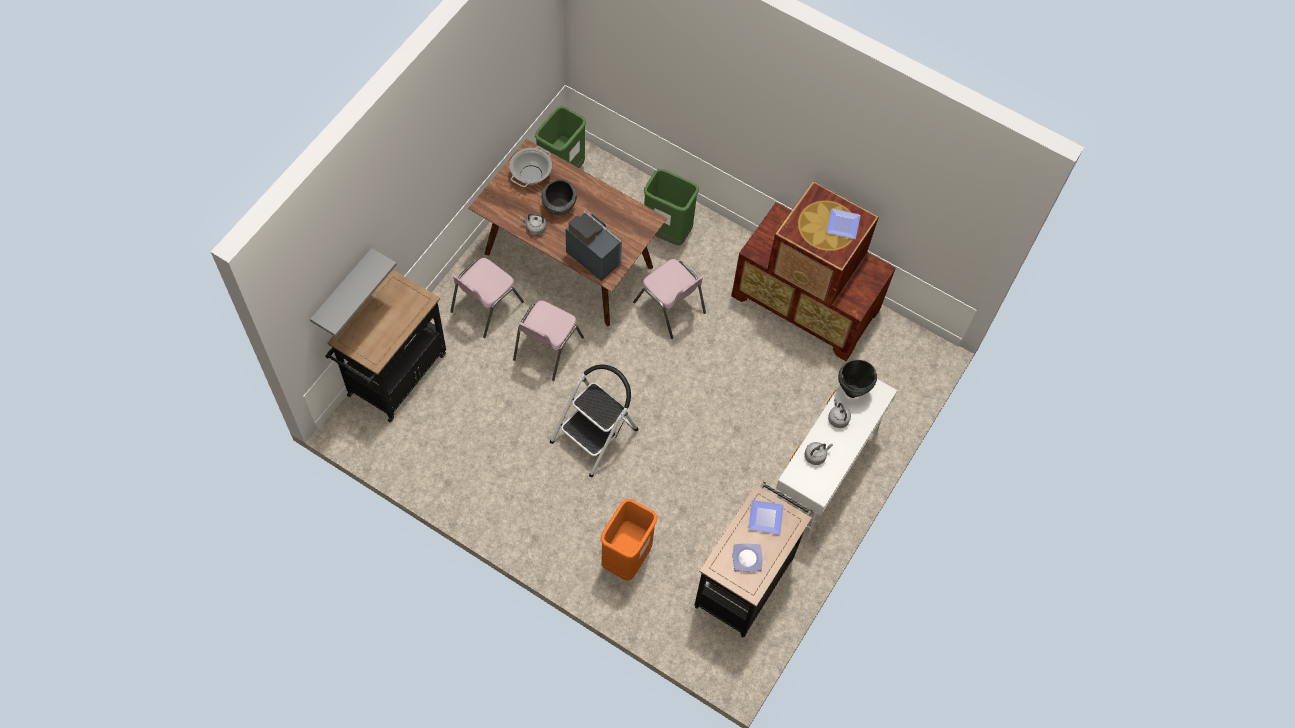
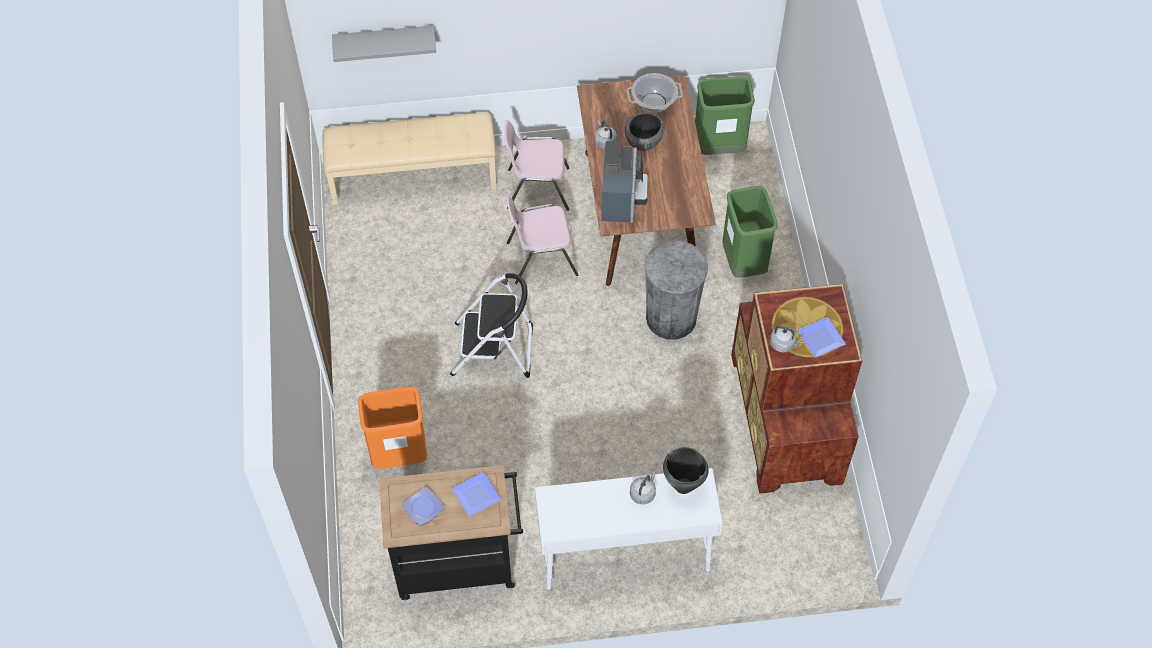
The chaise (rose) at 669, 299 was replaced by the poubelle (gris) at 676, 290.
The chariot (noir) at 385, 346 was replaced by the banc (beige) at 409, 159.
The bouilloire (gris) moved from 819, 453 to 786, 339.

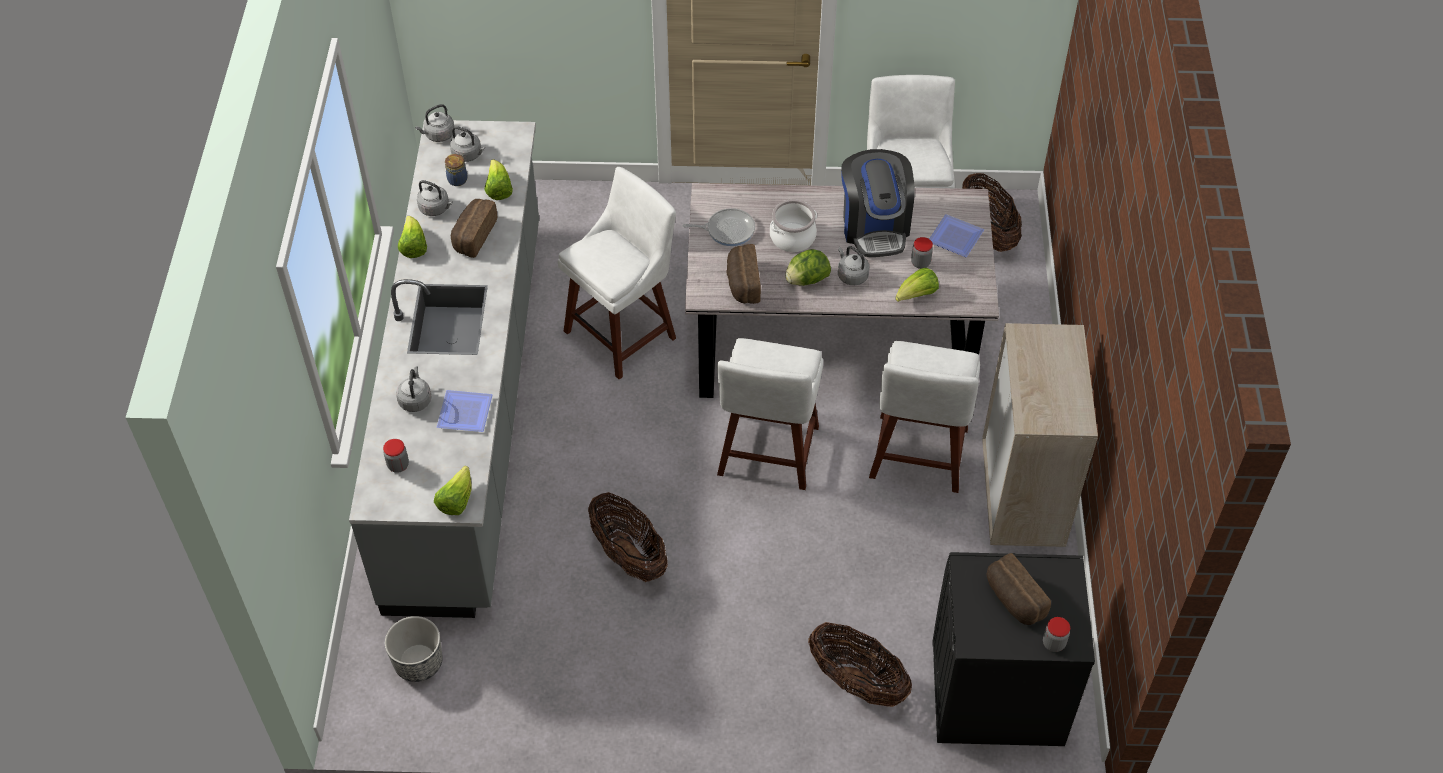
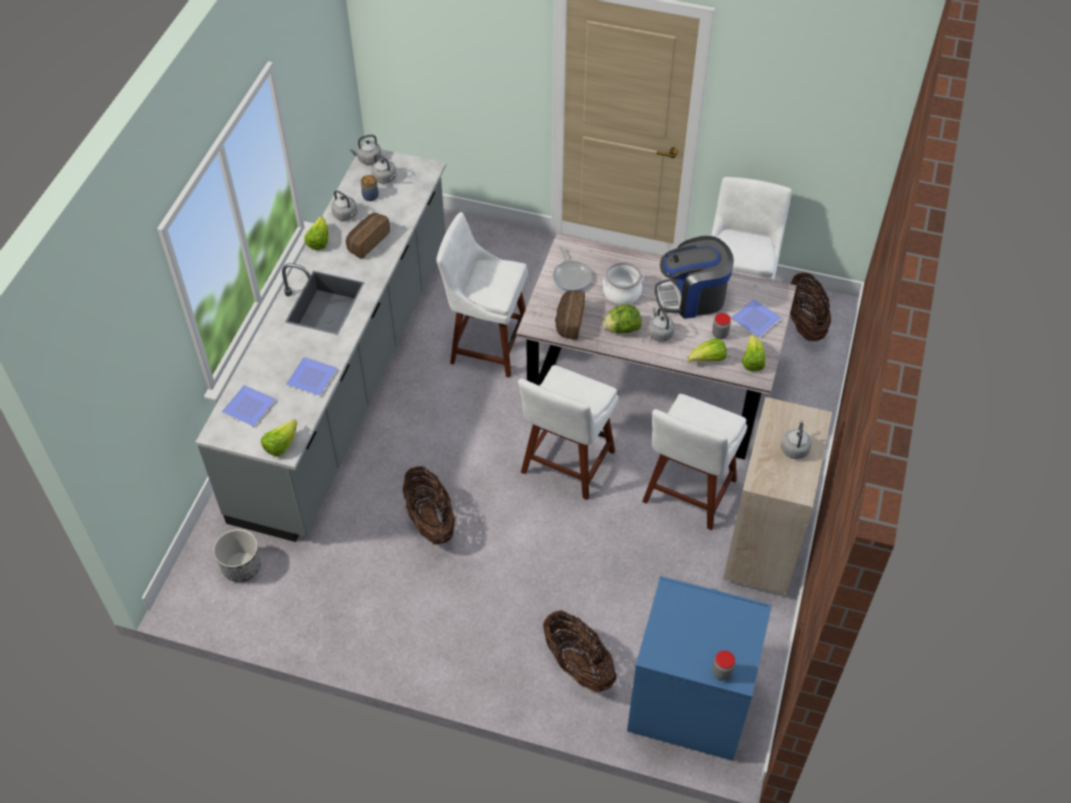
The machine à café at 878, 203 turned 75 degrees clockwise.
The laitue moved from 498, 179 to 754, 353.
The chaise (blanc) at 617, 273 turned 135 degrees counterclockwise.
The poêle at 718, 227 turned 60 degrees clockwise.
The bouilloire (gris) moved from 414, 389 to 796, 439.
The bocal at 396, 456 was replaced by the assiette at 249, 405.
The lave-linge (noir) at 1013, 649 became the lave-linge (bleu) at 699, 668.
The pain at 1019, 589 disappeared.

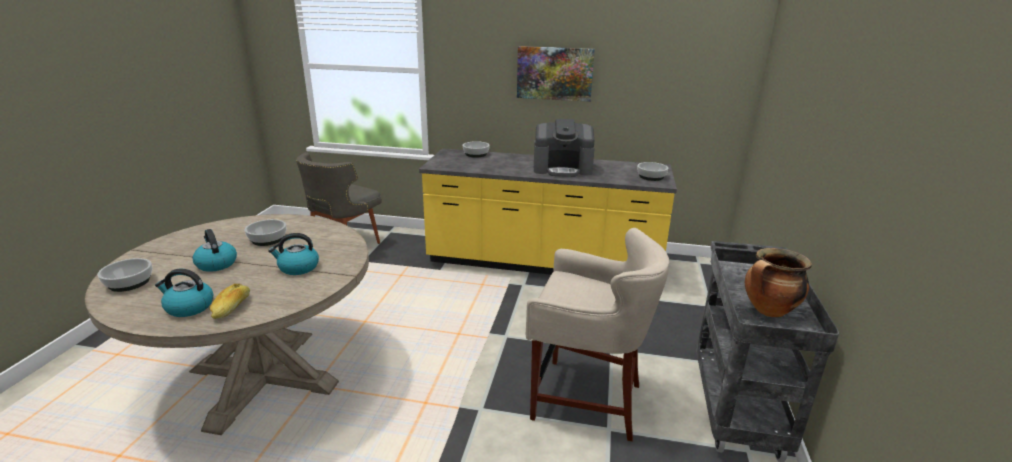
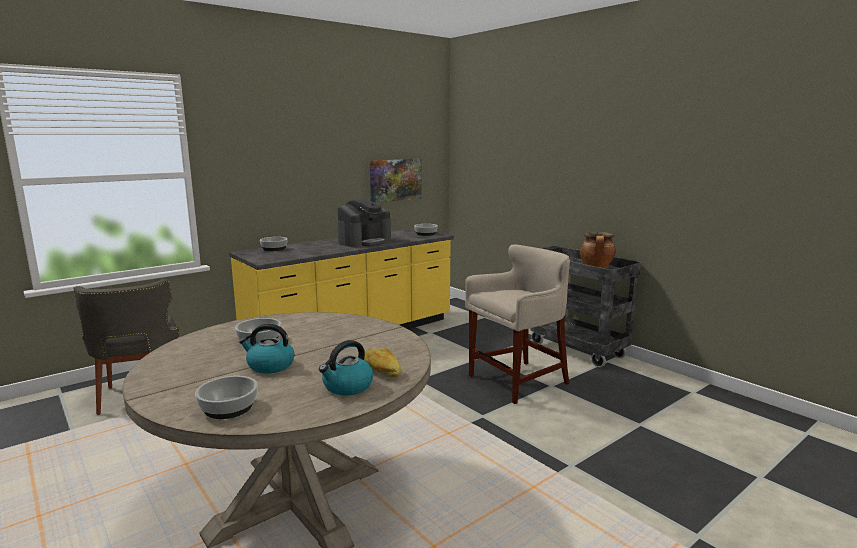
The tableau moved from 556, 74 to 396, 180.
The bouilloire at 293, 254 disappeared.

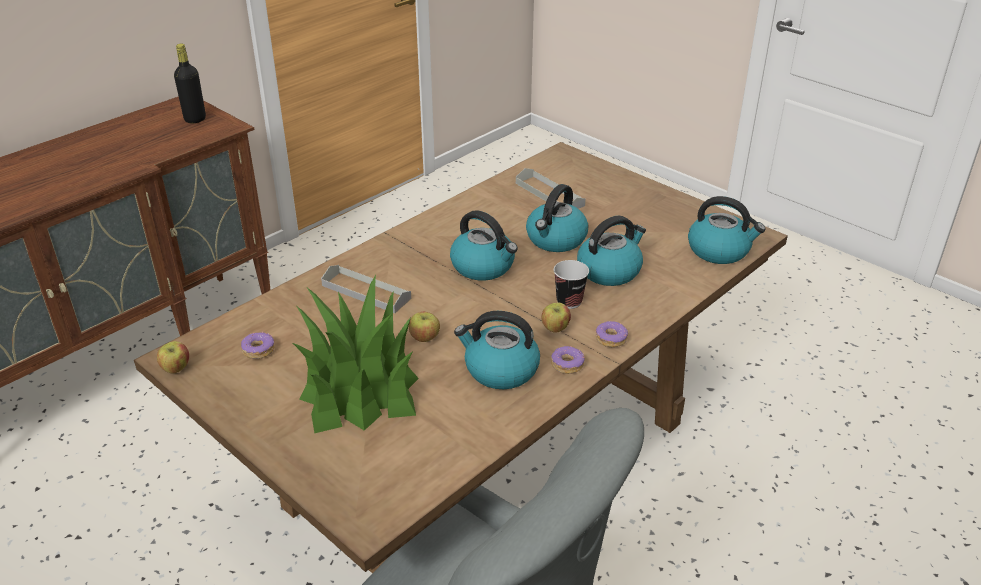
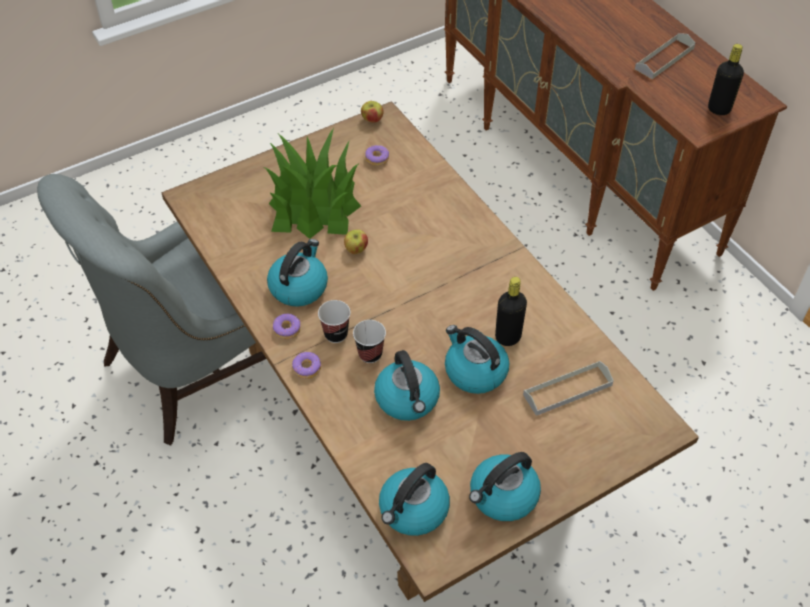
The bouilloire moved from 484, 245 to 505, 486.
The plateau (gris) moved from 366, 289 to 665, 56.
The pomme at 556, 318 was replaced by the tasse at 334, 321.
The bouteille (noir) at 511, 311 appeared.

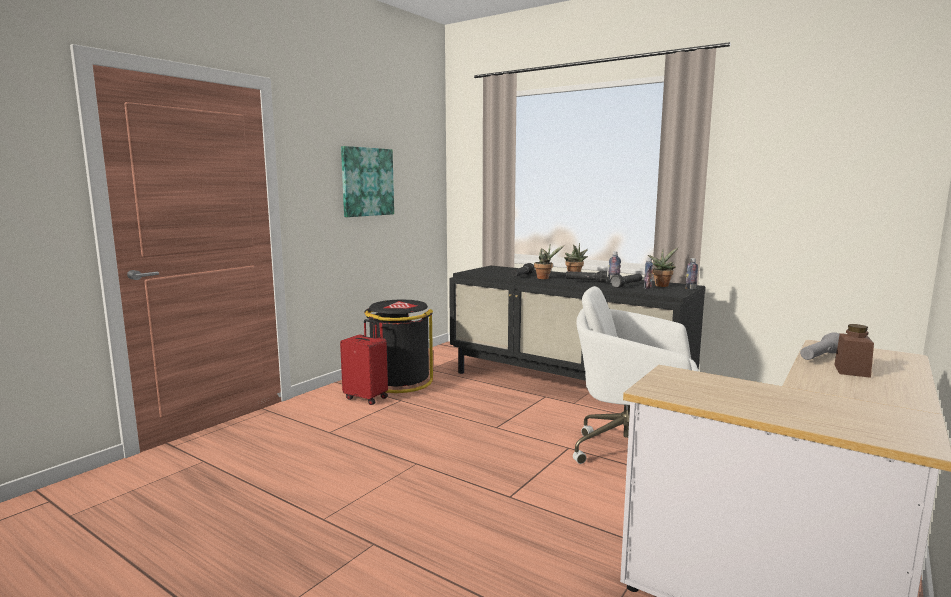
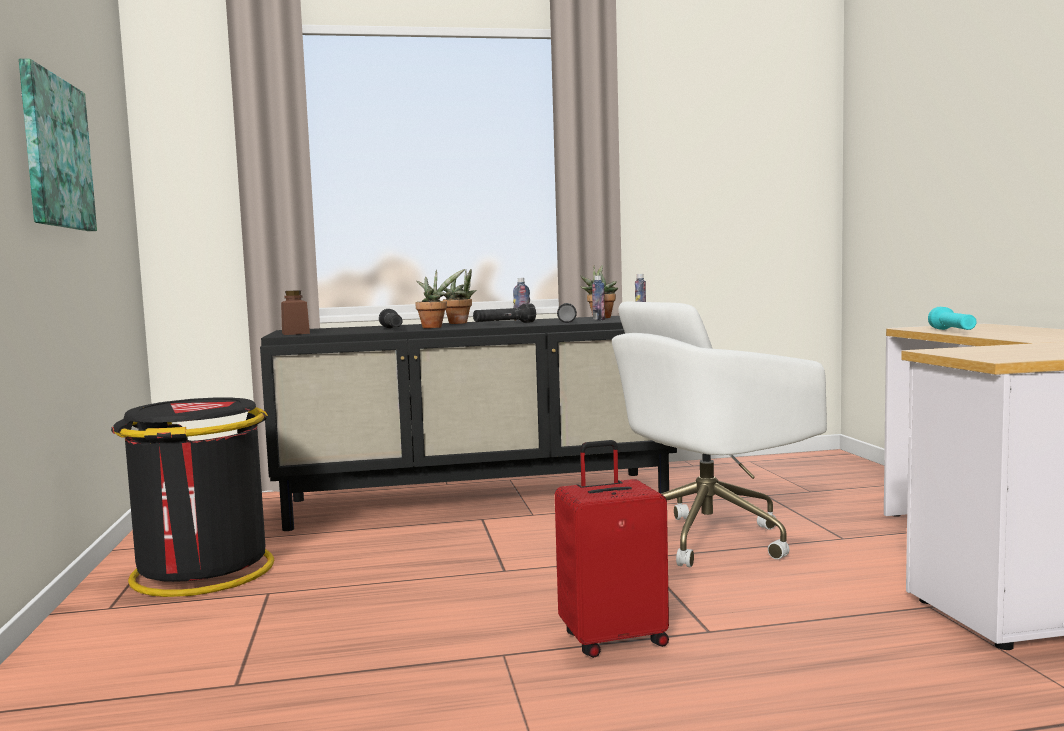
The valise (rouge) moved from 364, 362 to 612, 549.
The bocal (marron) moved from 854, 351 to 295, 312.
The lampe de poche (gris) at 820, 346 became the lampe de poche (turquoise) at 952, 318.

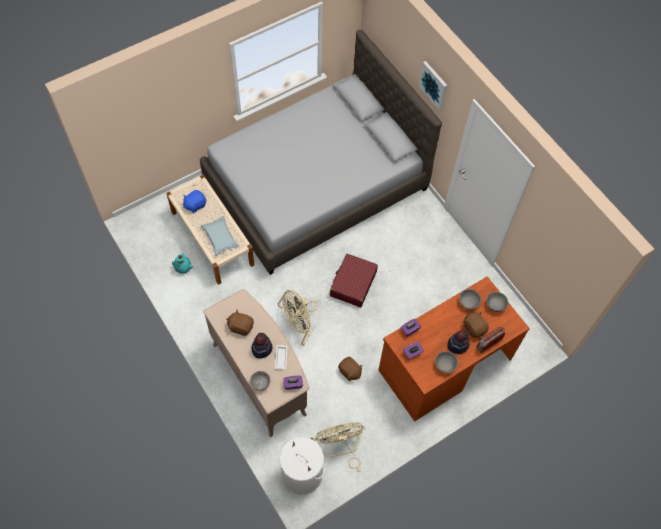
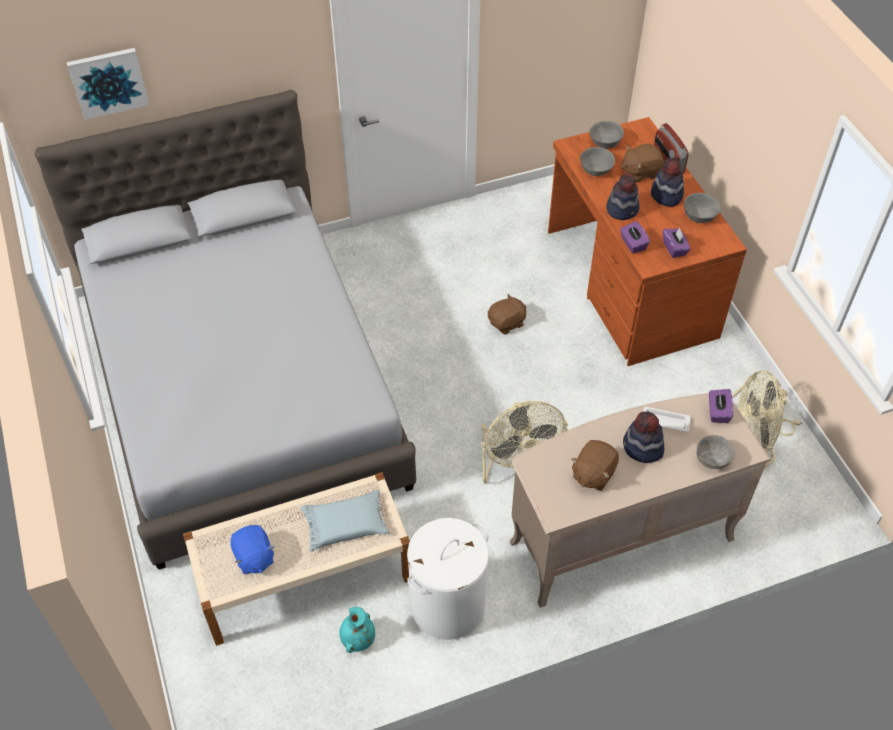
The tableau moved from 433, 85 to 108, 84.
The valise (rouge) at 354, 280 disappeared.
The peluche (marron) moved from 350, 369 to 507, 314.
The panier à linge (blanc) moved from 301, 466 to 448, 579.
The chapeau at 623, 196 appeared.

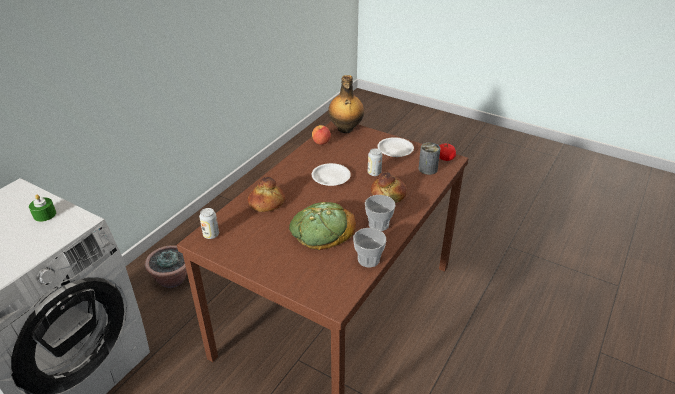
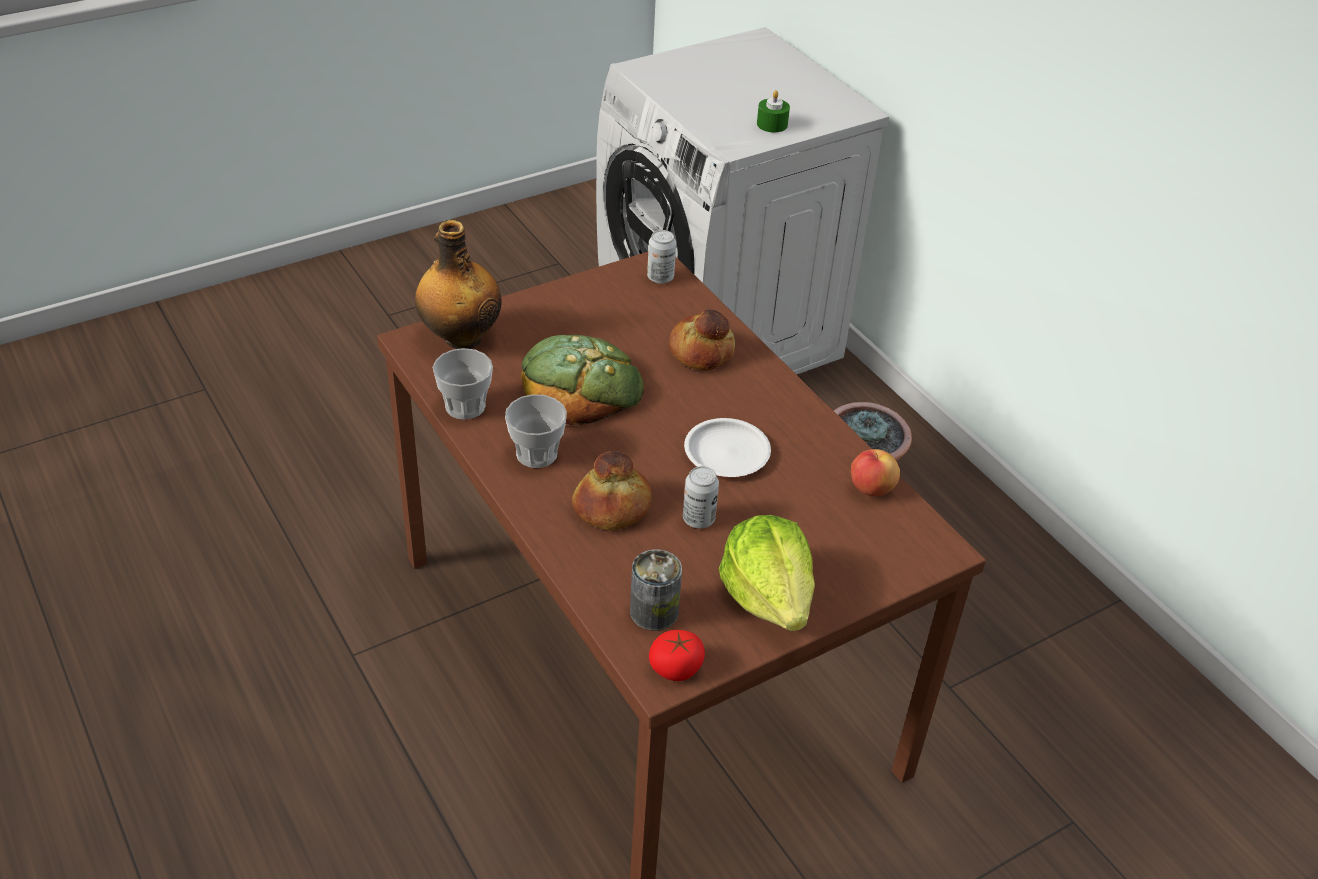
The bouteille moved from 346, 104 to 458, 284.
The assiette (blanc) at 395, 147 was replaced by the laitue at 767, 573.

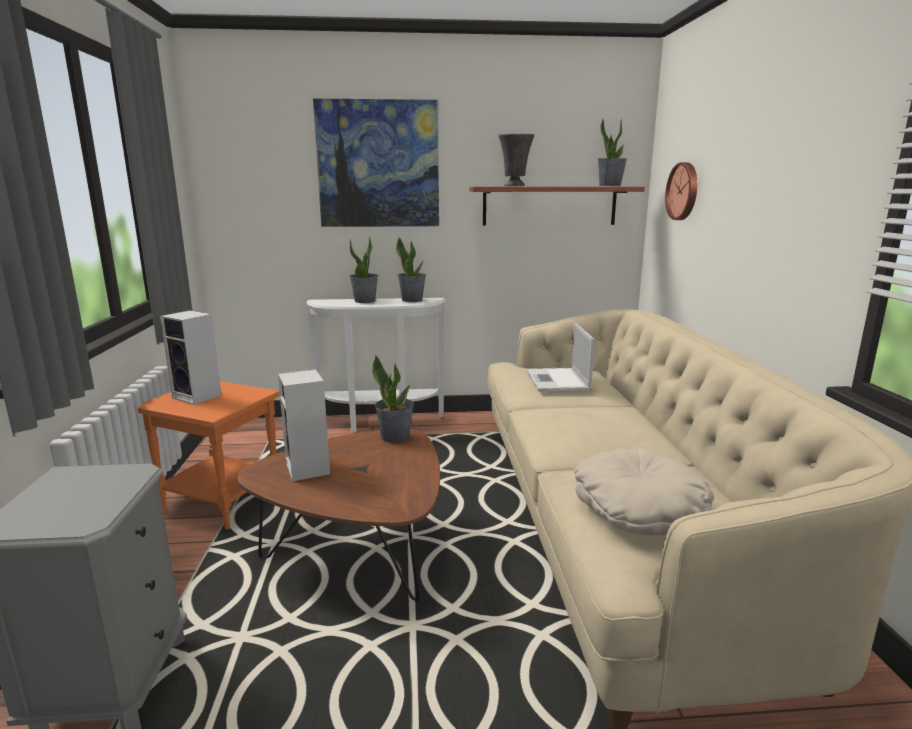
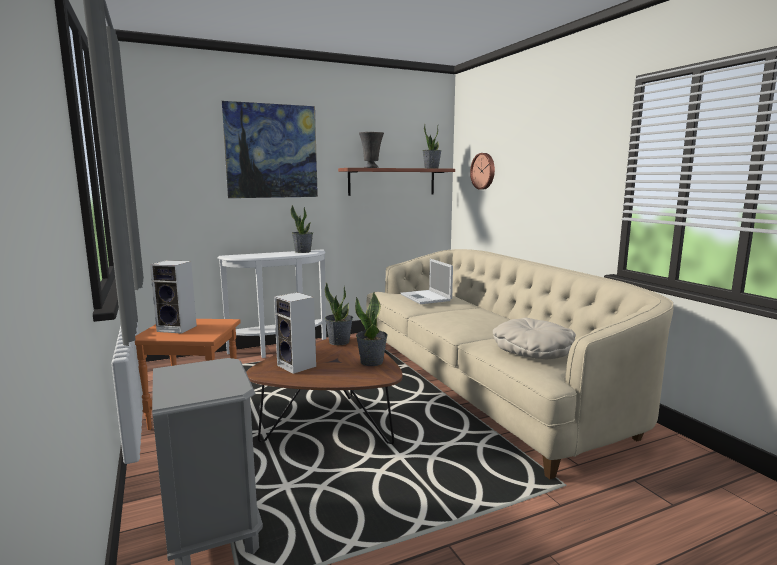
The plante en pot moved from 363, 270 to 371, 329.

